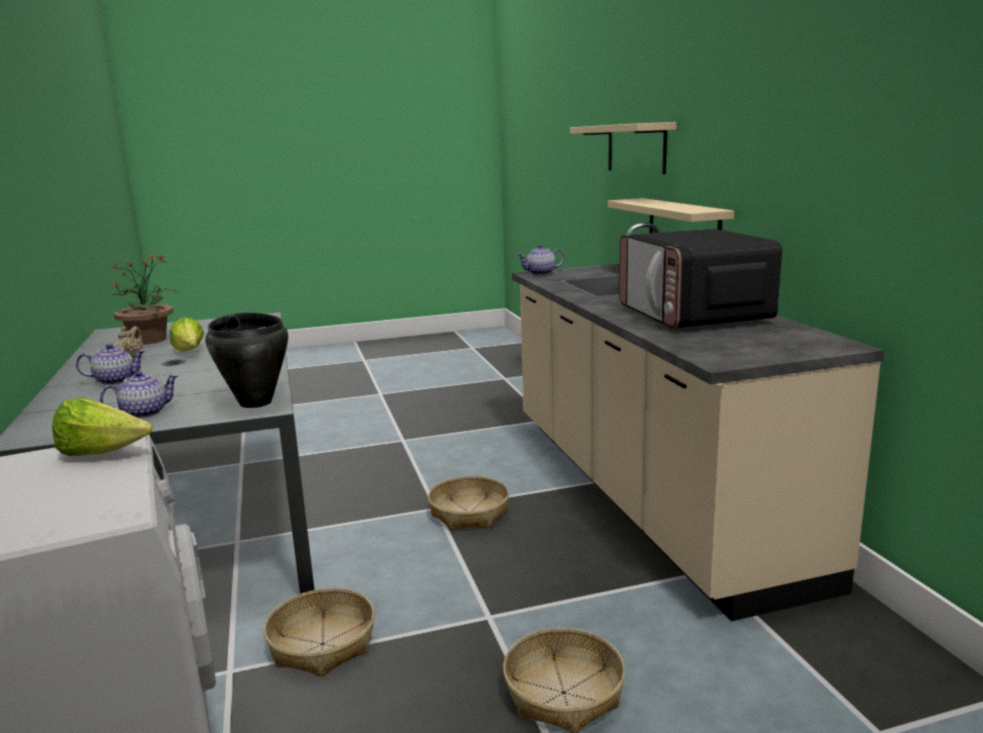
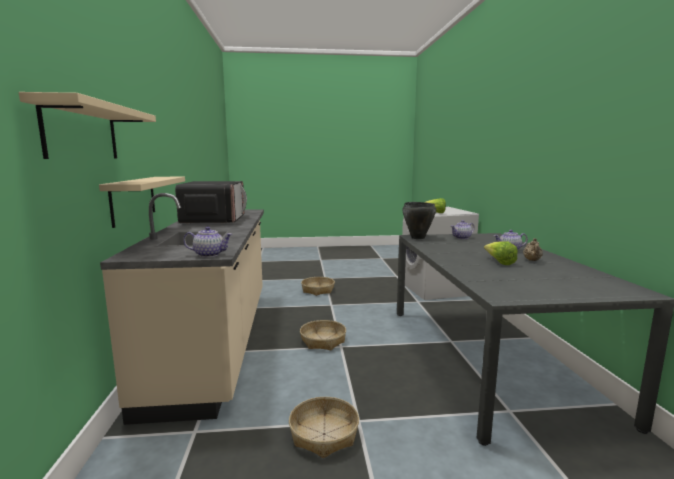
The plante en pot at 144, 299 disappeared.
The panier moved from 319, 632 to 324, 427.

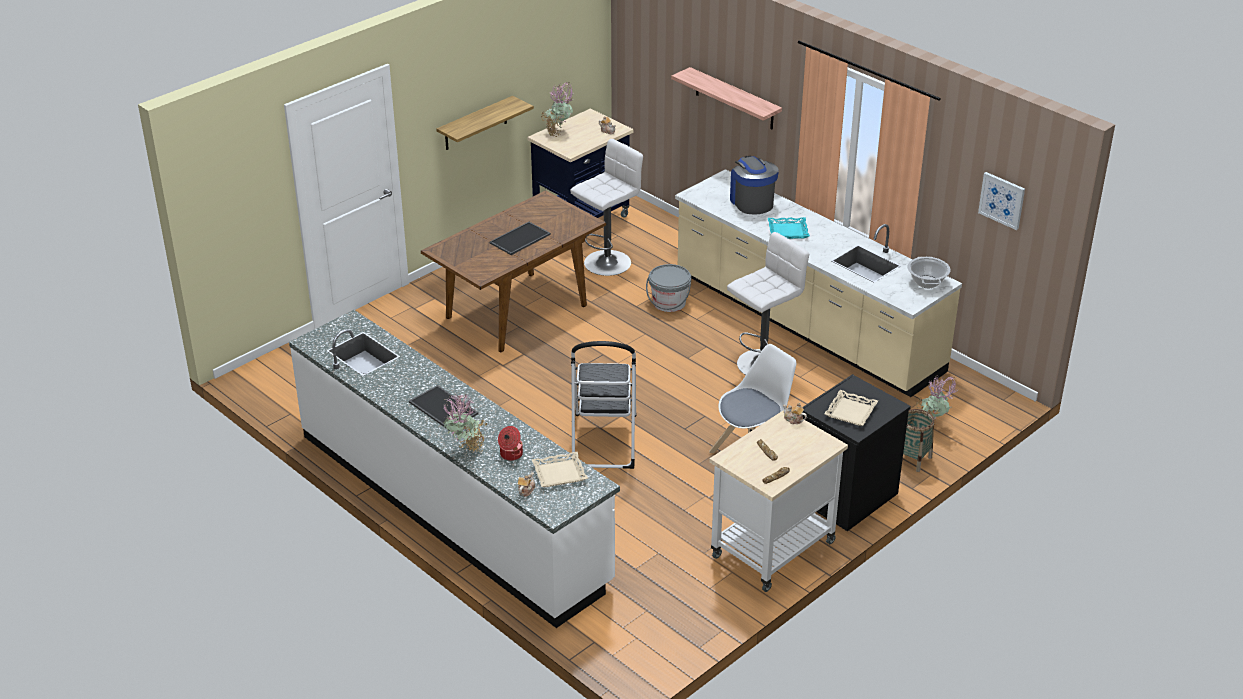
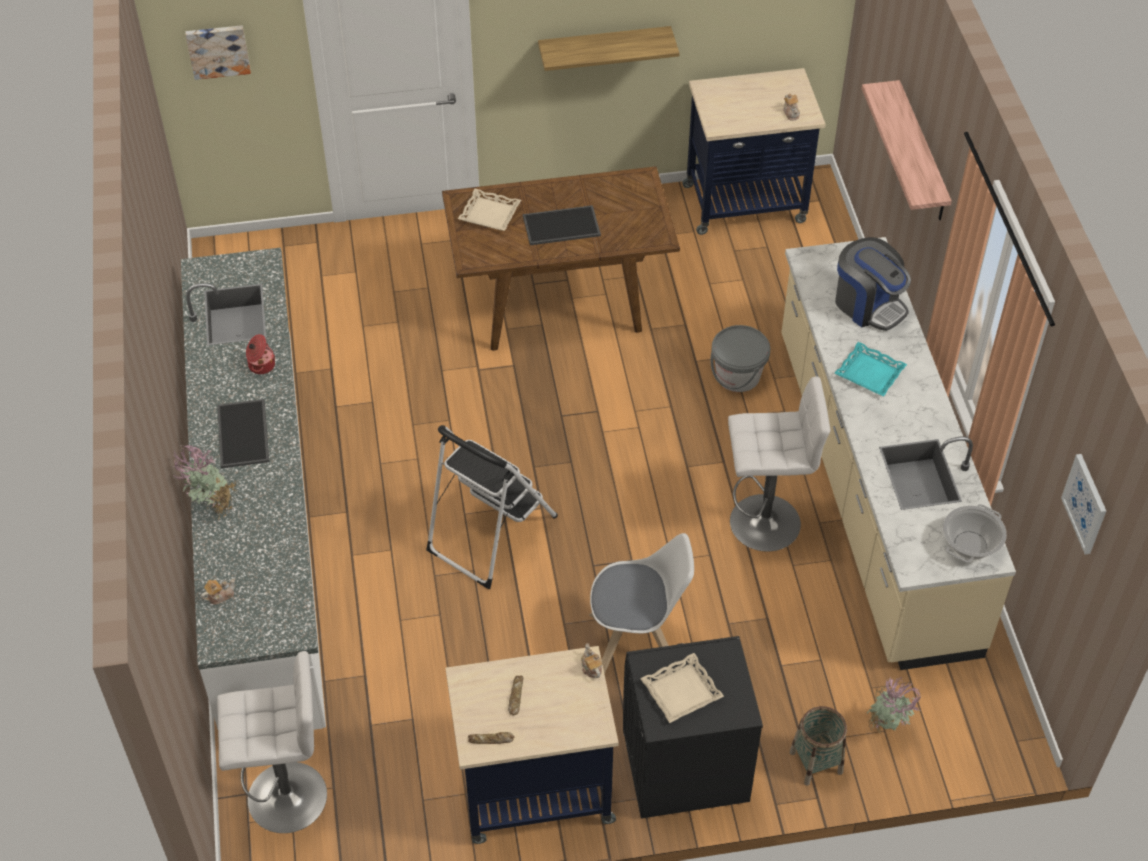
The plante en pot at 558, 109 disappeared.
The tabouret (blanc) moved from 606, 207 to 272, 742.
The machine à café at 754, 185 turned 120 degrees clockwise.
The chariot (blanc) at 778, 501 became the chariot (bleu) at 532, 745.
The marmite moved from 510, 443 to 260, 354.
The plateau (beige) moved from 559, 469 to 489, 210.
The tableau at 218, 52 appeared.

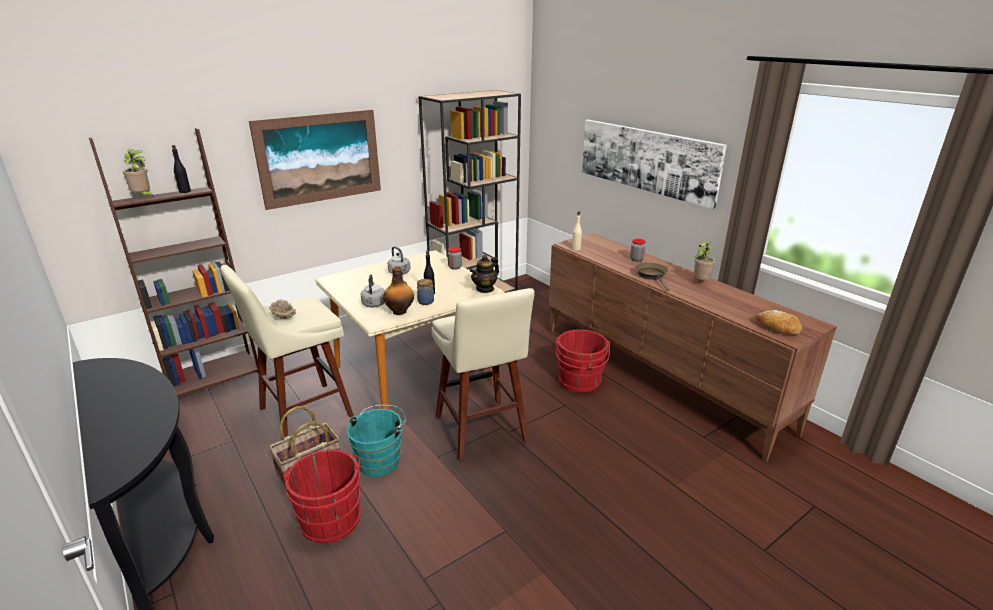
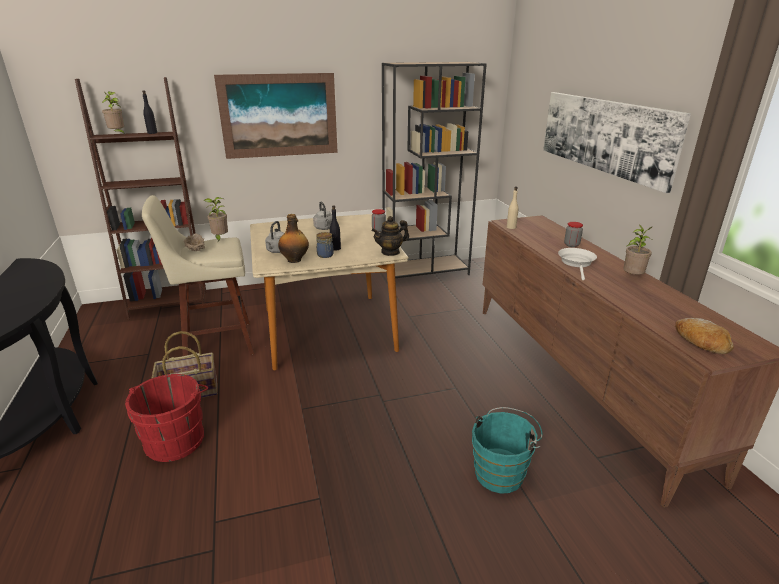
The poêle (marron) at 652, 276 became the poêle (blanc) at 577, 264.
The tabouret (beige) at 483, 374 disappeared.
The seau (rouge) at 583, 360 disappeared.
The seau (turquoise) moved from 376, 441 to 507, 450.
The plante en pot at 216, 219 appeared.

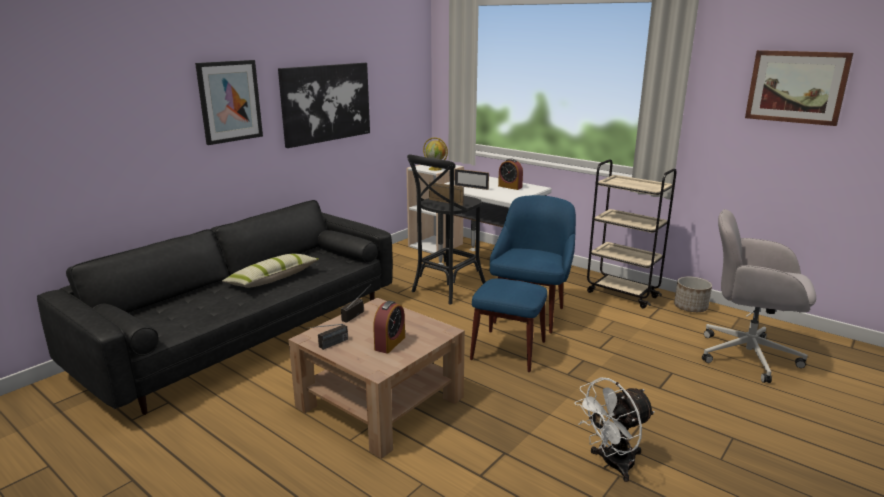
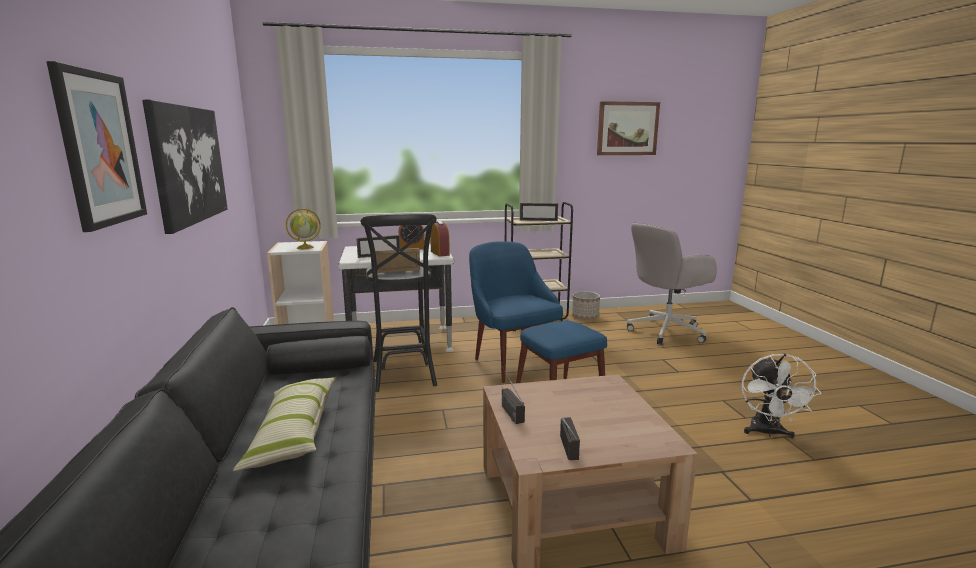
The réveil moved from 389, 327 to 440, 239.
The cadre photo at 539, 212 appeared.

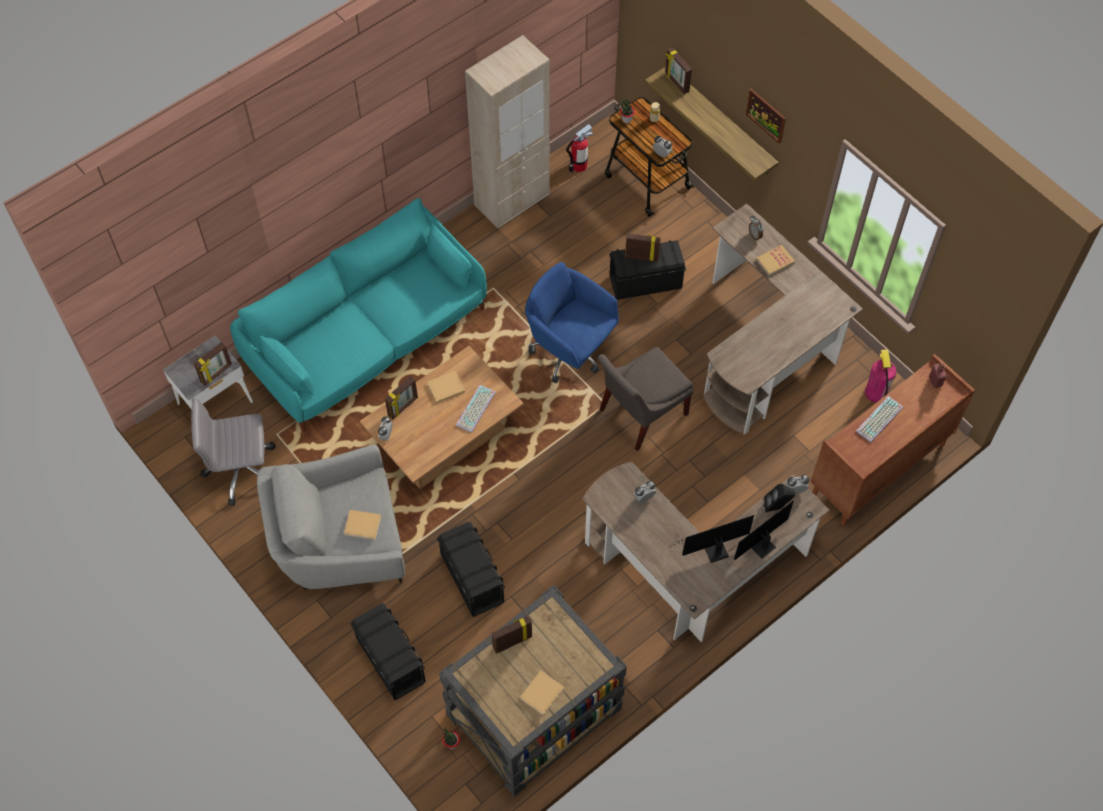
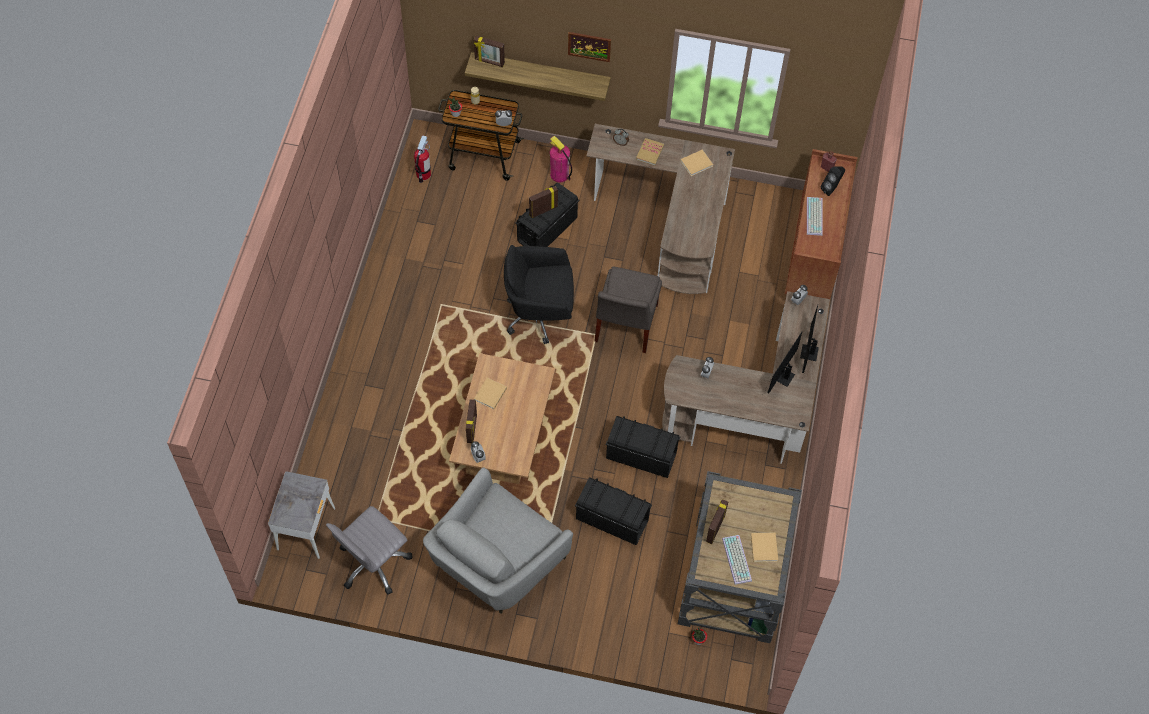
The meuble de rangement (beige) at 507, 131 disappeared.
The canapé (turquoise) at 358, 315 disappeared.
The chaise de bureau (bleu) at 572, 322 became the chaise de bureau (noir) at 539, 294.
The cadre photo at 213, 364 disappeared.
The extincteur moved from 881, 375 to 561, 159.
The clavier moved from 476, 409 to 737, 560.
The enceinte (noir) moved from 779, 498 to 833, 181.
The livre (beige) moved from 362, 525 to 696, 163.
The boîte de rangement (noir) moved from 388, 652 to 643, 447.

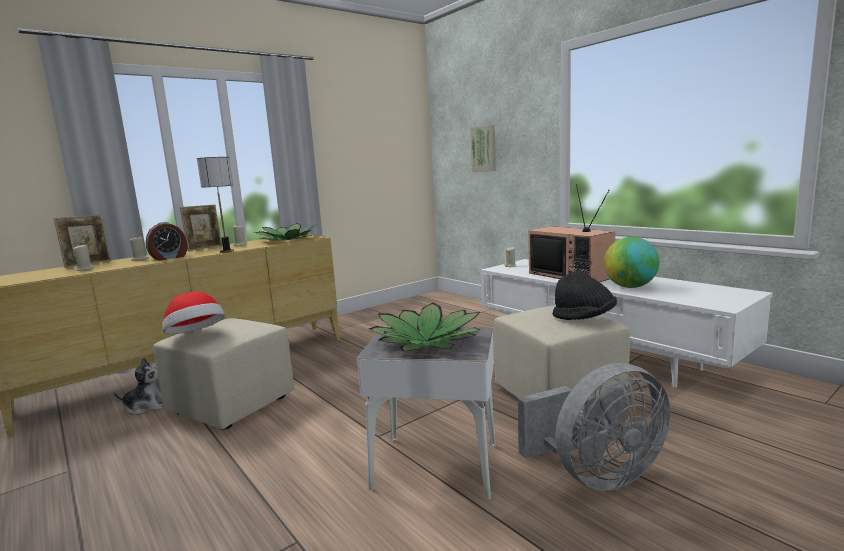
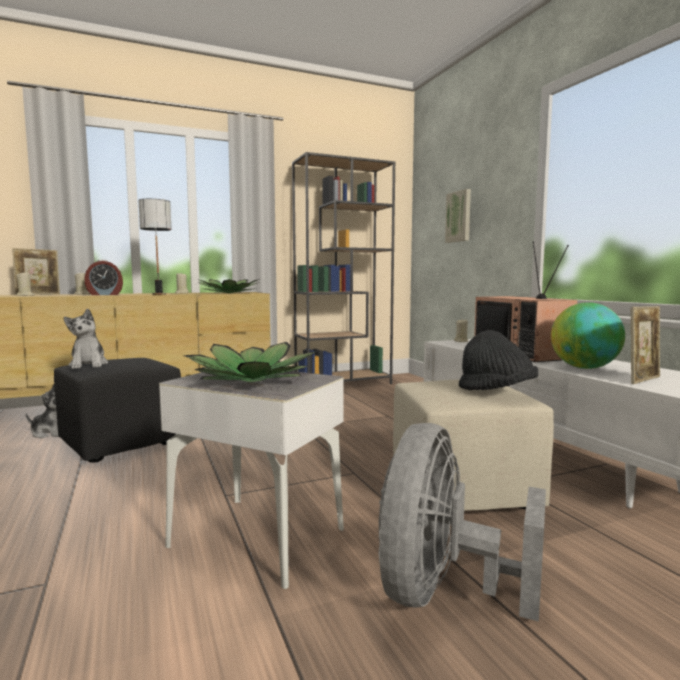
The cadre photo moved from 201, 228 to 646, 345.
The chapeau at 193, 313 was replaced by the peluche at 85, 339.
The pouf (beige) at 224, 374 became the pouf (noir) at 117, 410.
The ventilateur (gris) at 594, 427 turned 120 degrees clockwise.
The bibliothèque at 343, 268 appeared.

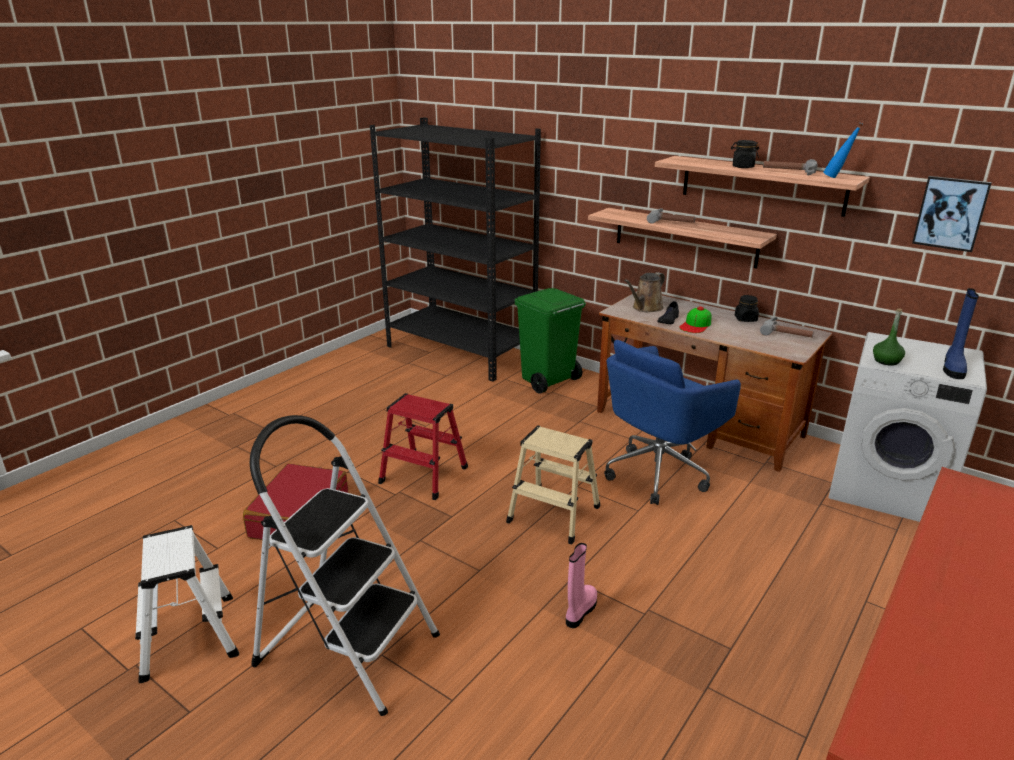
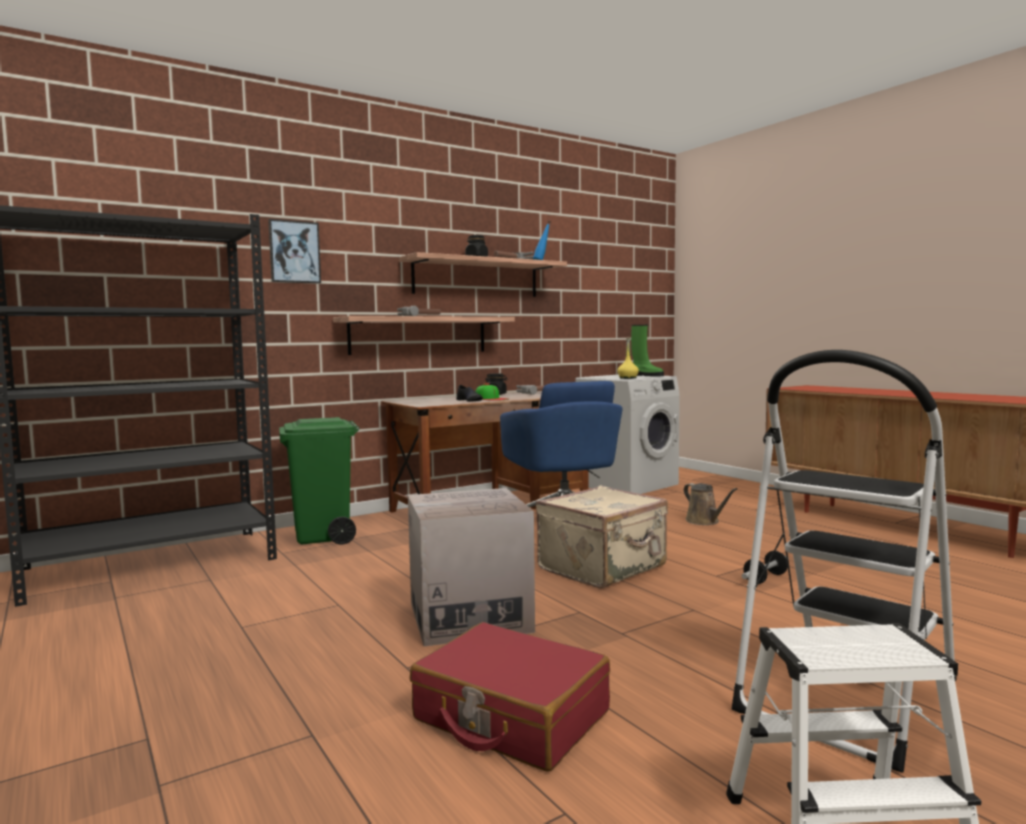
The tableau moved from 952, 214 to 294, 251.
The arrosoir (marron) moved from 644, 292 to 710, 504.
The botte (bleu) at 961, 333 became the botte (vert) at 647, 350.
The bouteille (vert) at 889, 337 became the bouteille (jaune) at 628, 358.
The escabeau (rouge) at 423, 446 was replaced by the carton at 471, 567.
The escabeau (beige) at 553, 484 was replaced by the valise (beige) at 602, 537.
The botte (rose) at 581, 585 was replaced by the haltère at 765, 567.

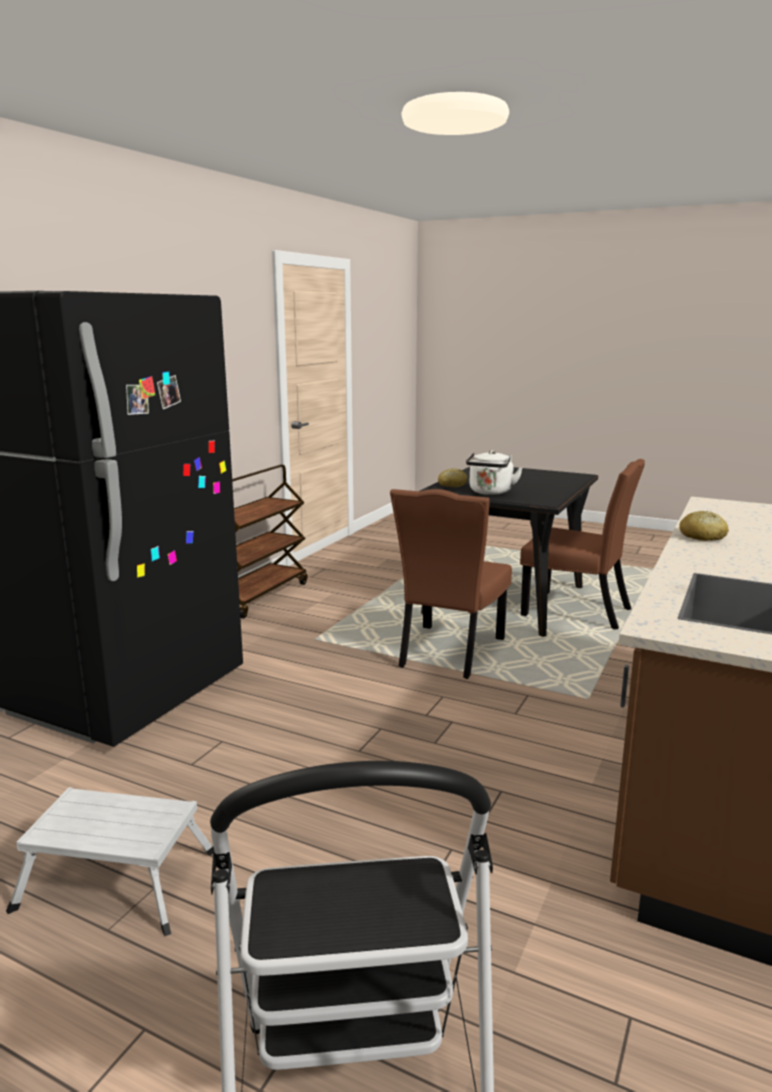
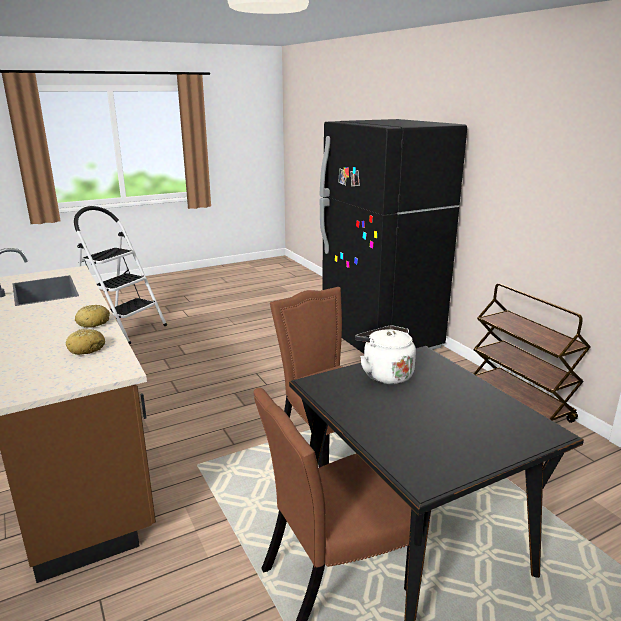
The pain moved from 453, 477 to 85, 342.
The escabeau (blanc) at 110, 861 disappeared.

